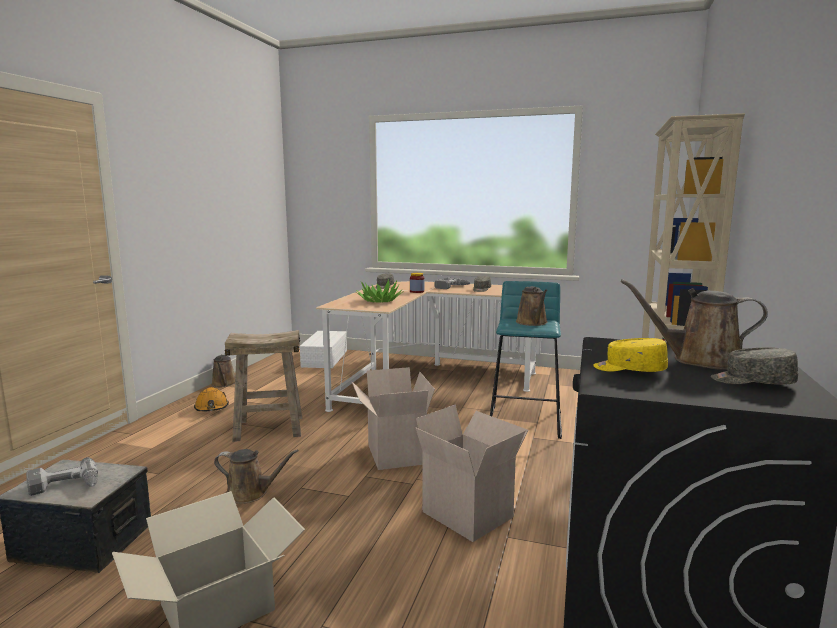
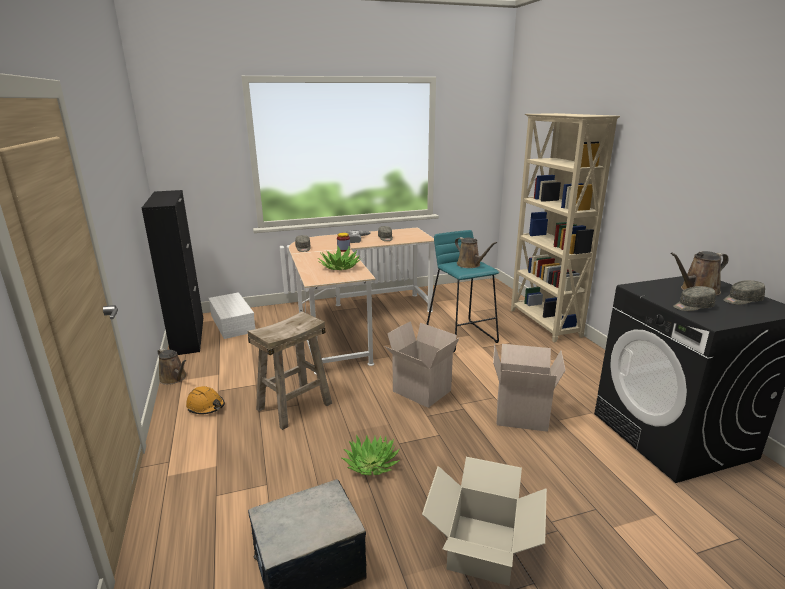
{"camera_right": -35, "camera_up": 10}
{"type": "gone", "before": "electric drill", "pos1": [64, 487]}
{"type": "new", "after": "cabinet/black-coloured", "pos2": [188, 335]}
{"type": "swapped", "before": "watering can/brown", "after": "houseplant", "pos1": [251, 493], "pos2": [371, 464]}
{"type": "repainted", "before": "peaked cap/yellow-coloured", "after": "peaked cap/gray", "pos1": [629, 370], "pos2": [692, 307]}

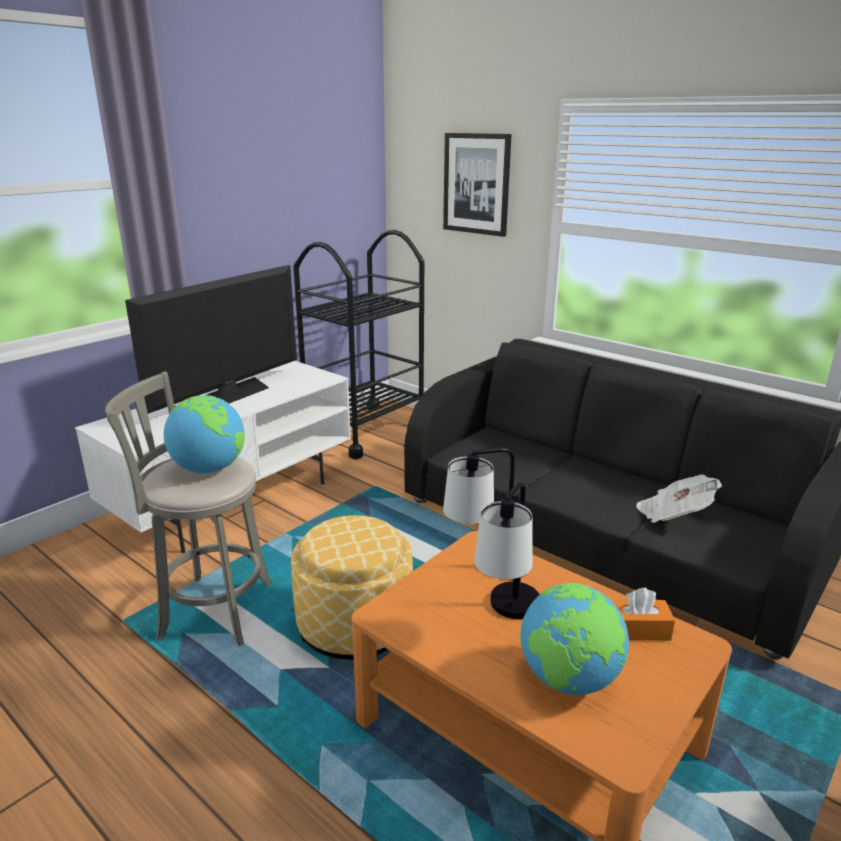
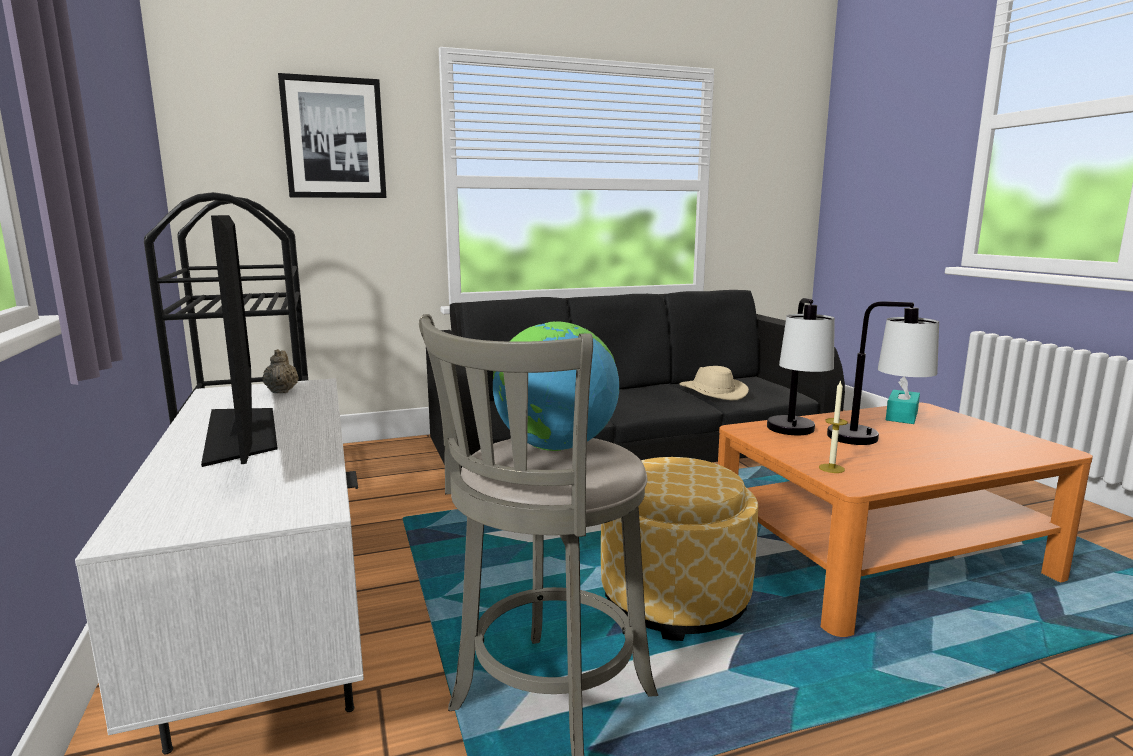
{"camera_right": -60, "camera_up": -10}
{"type": "gone", "before": "globe", "pos1": [569, 680]}
{"type": "new", "after": "tea pot/sand-coloured", "pos2": [282, 391]}
{"type": "new", "after": "wax light", "pos2": [831, 468]}
{"type": "swapped", "before": "printed paper", "after": "hat/sand-coloured", "pos1": [673, 515], "pos2": [711, 392]}
{"type": "repainted", "before": "tissue box/orange-coloured", "after": "tissue box/turquoise", "pos1": [637, 630], "pos2": [901, 416]}

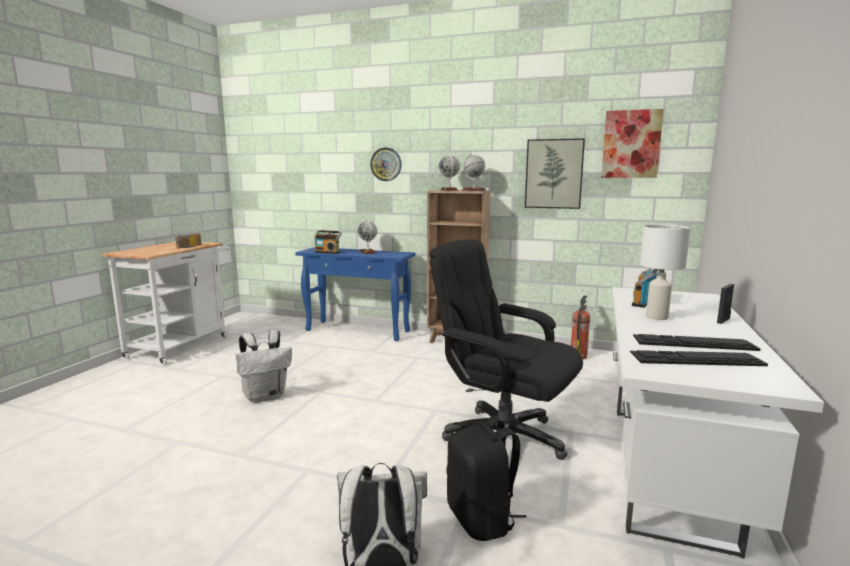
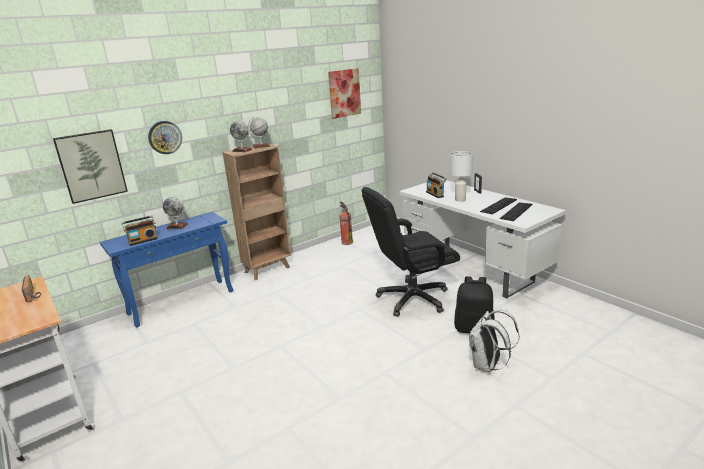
{"camera_right": -55, "camera_up": 10}
{"type": "gone", "before": "knapsack/whitish", "pos1": [266, 396]}
{"type": "shifted", "before": "wall art", "pos1": [554, 174], "pos2": [91, 165]}

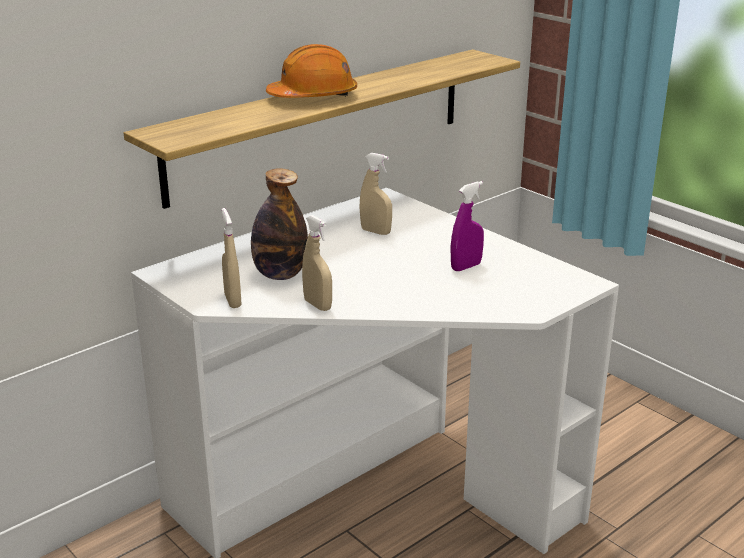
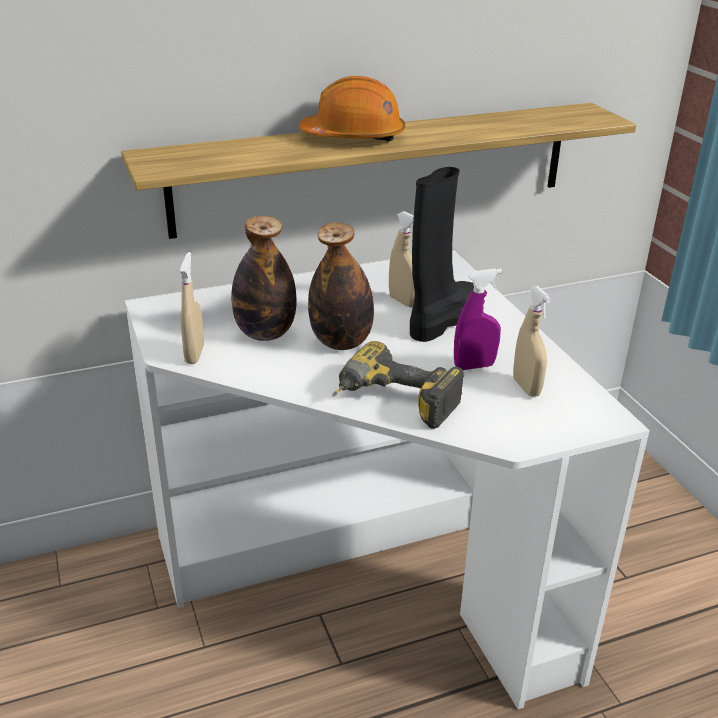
{"camera_right": 20, "camera_up": 5}
{"type": "new", "after": "beverage bottle", "pos2": [341, 342]}
{"type": "new", "after": "electric drill", "pos2": [392, 404]}
{"type": "new", "after": "high-top boot/black-coloured", "pos2": [444, 321]}
{"type": "shifted", "before": "spray bottle/sand-coloured", "pos1": [317, 305], "pos2": [526, 387]}

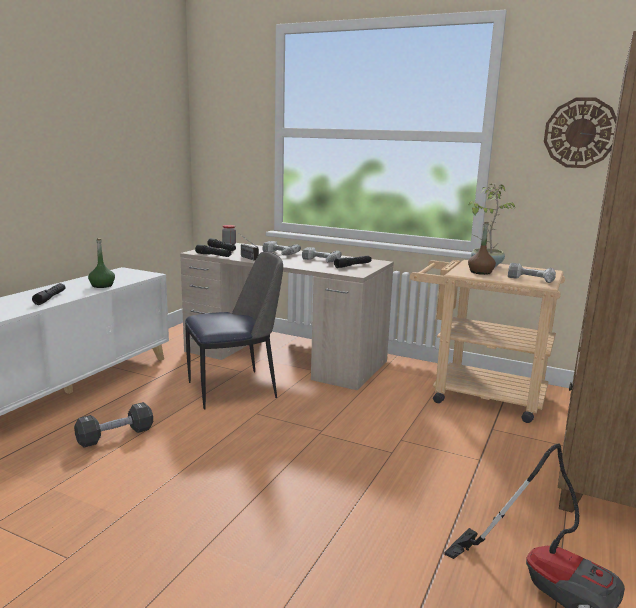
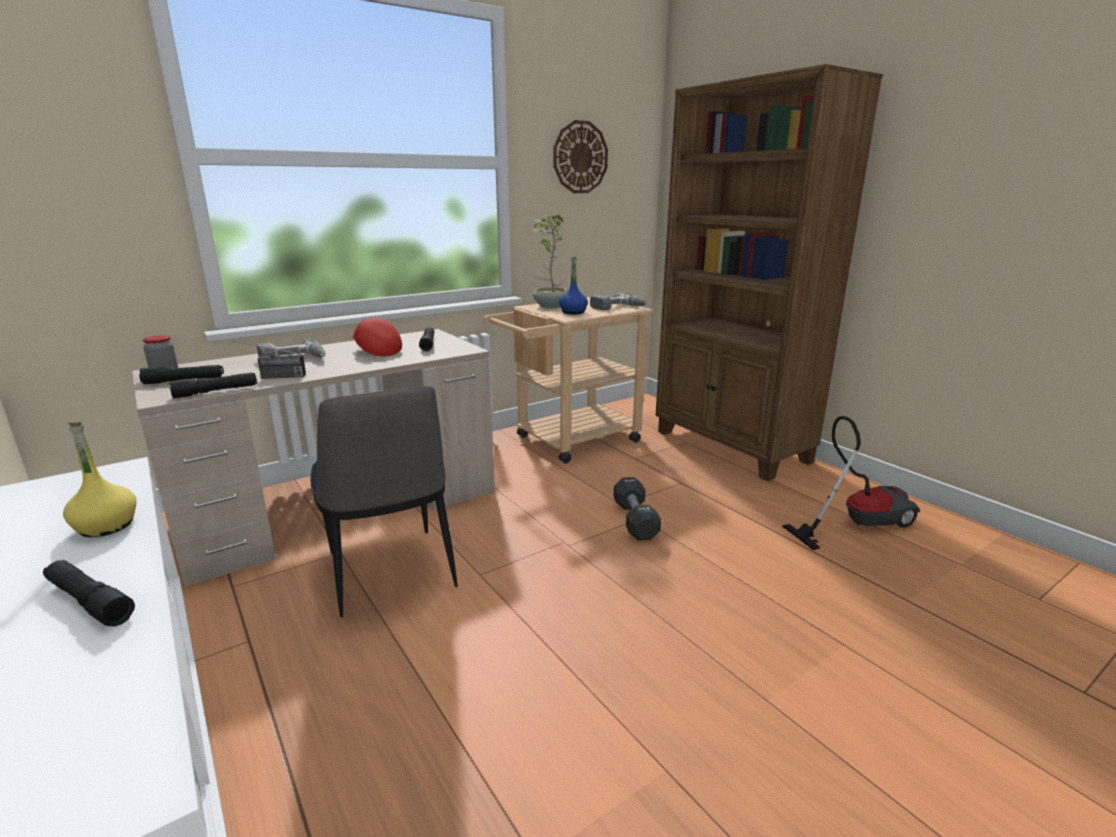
{"camera_right": -60, "camera_up": 5}
{"type": "shifted", "before": "free weight/black-coloured", "pos1": [115, 436], "pos2": [635, 520]}
{"type": "swapped", "before": "electric drill", "after": "peaked cap/red", "pos1": [319, 261], "pos2": [376, 351]}
{"type": "repainted", "before": "beverage bottle/green", "after": "beverage bottle/yellow-coloured", "pos1": [102, 285], "pos2": [106, 526]}
{"type": "repainted", "before": "beverage bottle/brown", "after": "beverage bottle/bluish", "pos1": [480, 272], "pos2": [573, 312]}
{"type": "rotated", "before": "upright chair", "pos1": [235, 389], "pos2": [390, 573], "turn": 150}

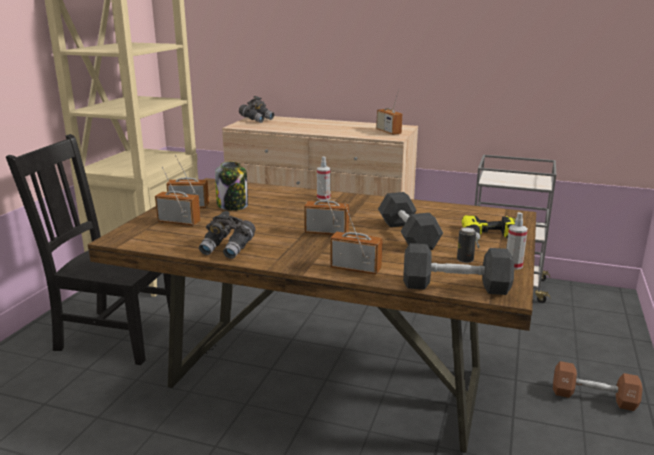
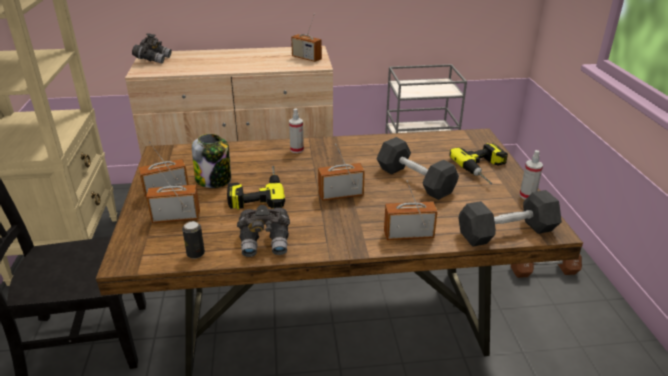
{"camera_right": -25, "camera_up": 10}
{"type": "new", "after": "electric drill", "pos2": [256, 191]}
{"type": "shifted", "before": "metal can", "pos1": [465, 260], "pos2": [195, 254]}

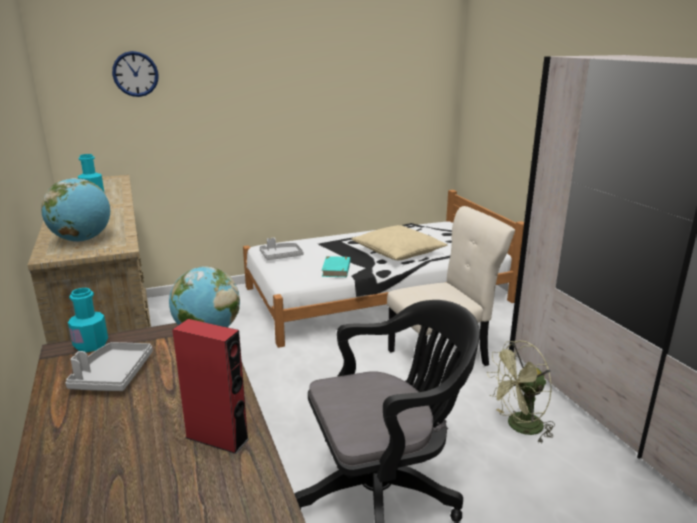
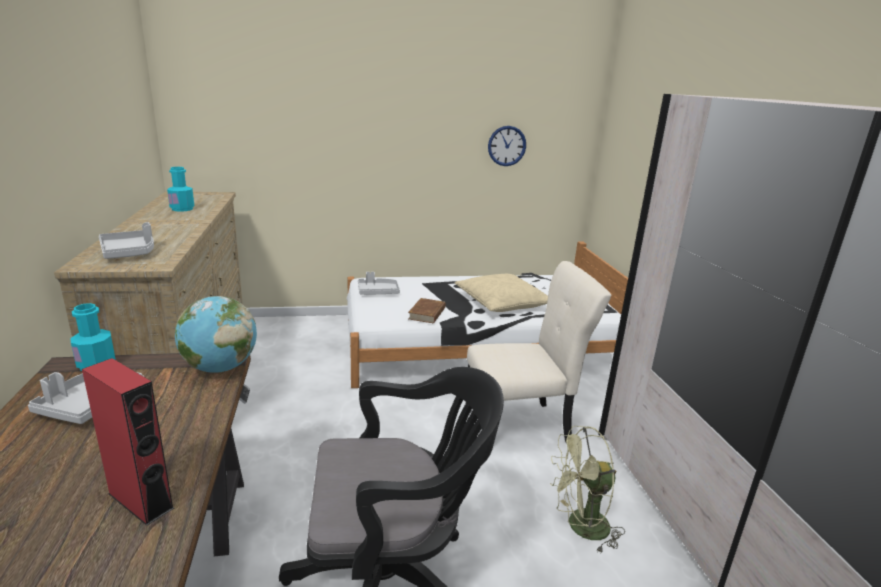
{"camera_right": 10, "camera_up": 0}
{"type": "shifted", "before": "wall clock", "pos1": [135, 74], "pos2": [506, 146]}
{"type": "swapped", "before": "globe", "after": "tray/gray", "pos1": [82, 240], "pos2": [129, 252]}
{"type": "repainted", "before": "book/turquoise", "after": "book/brown", "pos1": [336, 269], "pos2": [427, 313]}

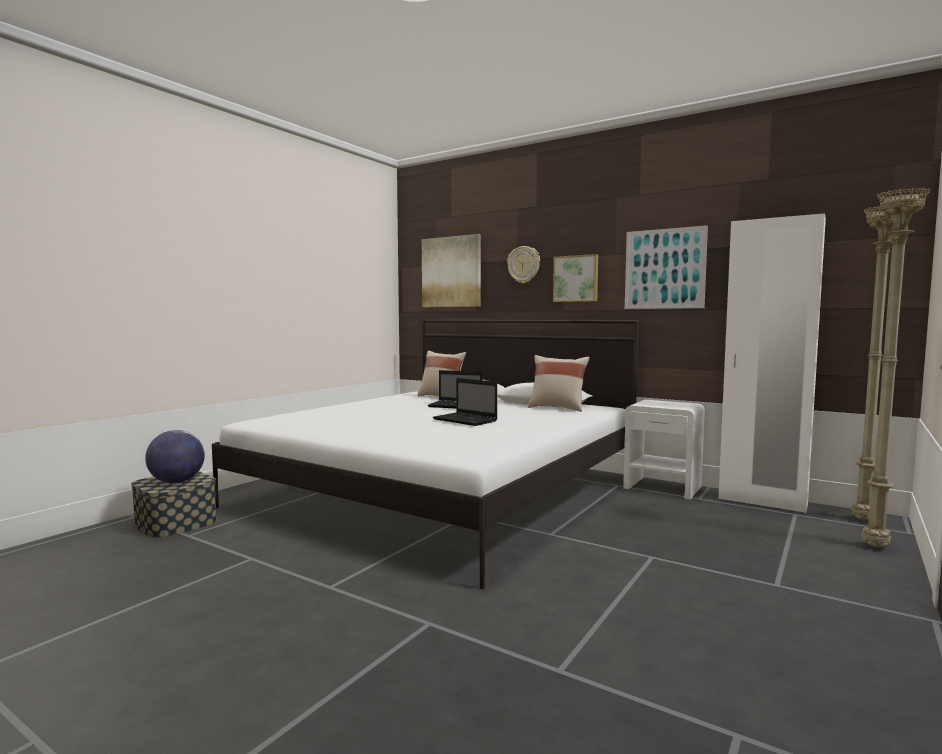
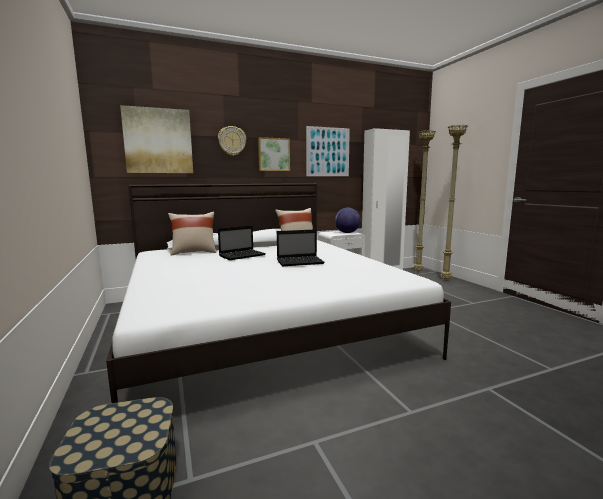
{"camera_right": -55, "camera_up": 5}
{"type": "shifted", "before": "globe", "pos1": [176, 482], "pos2": [347, 232]}

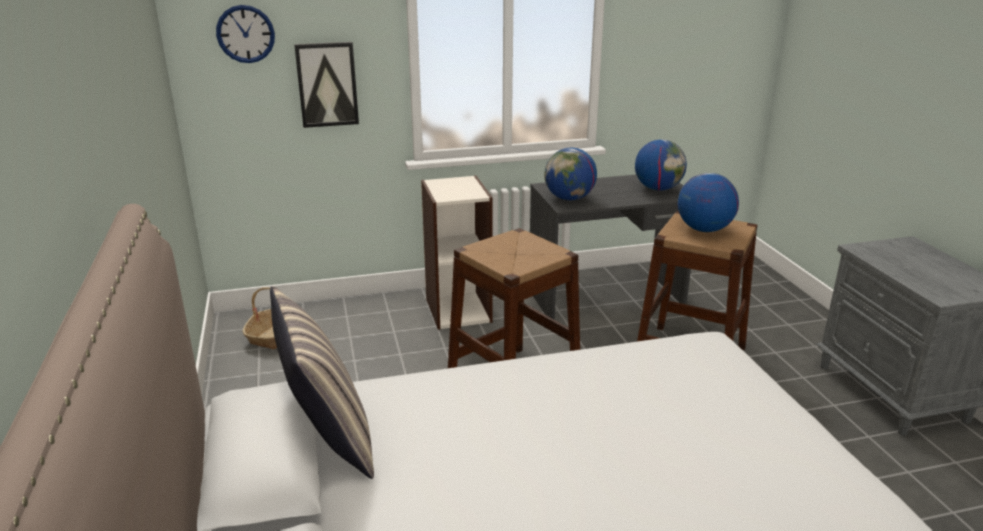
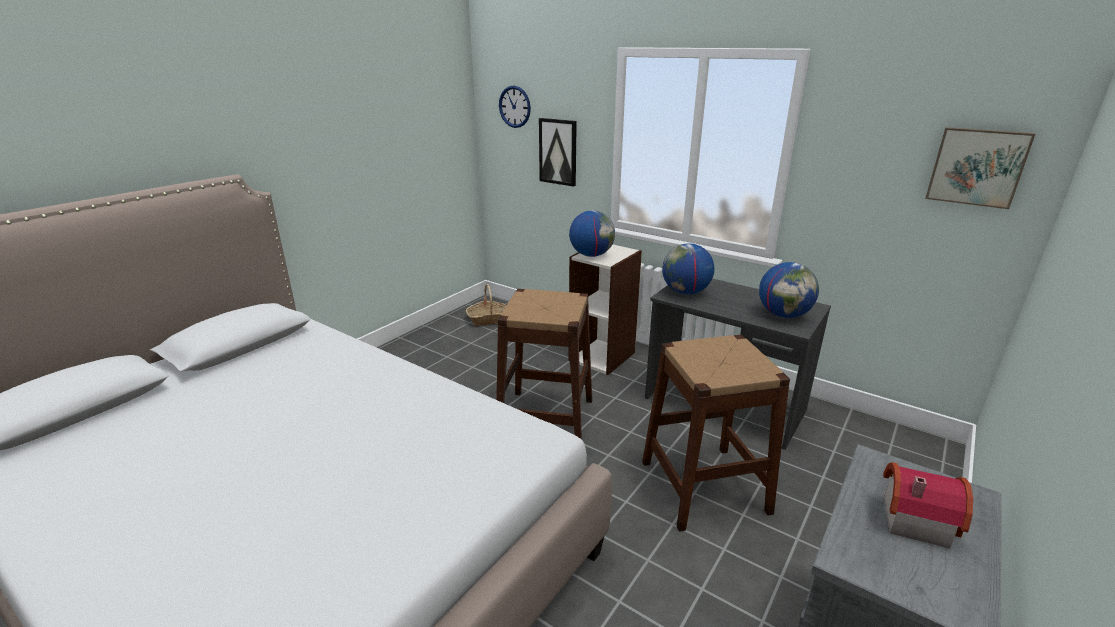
{"camera_right": 50, "camera_up": 0}
{"type": "gone", "before": "throw pillow", "pos1": [327, 438]}
{"type": "new", "after": "toy house", "pos2": [912, 518]}
{"type": "new", "after": "wall art", "pos2": [977, 167]}
{"type": "shifted", "before": "globe", "pos1": [704, 229], "pos2": [591, 255]}

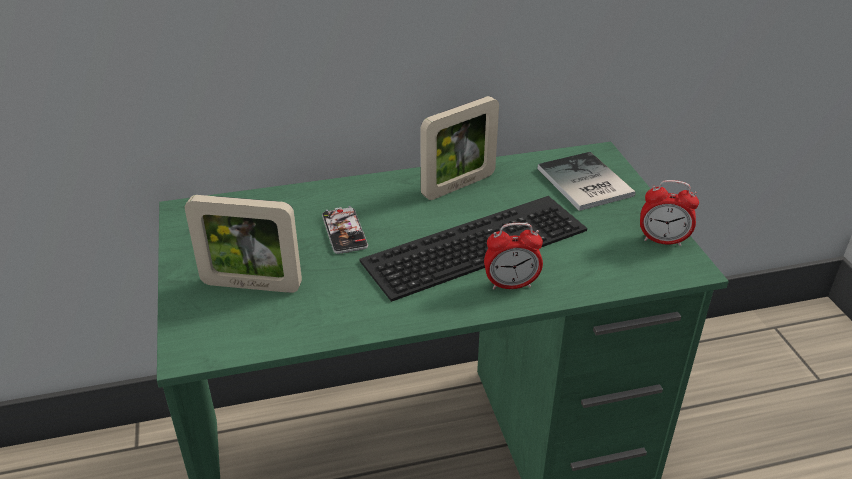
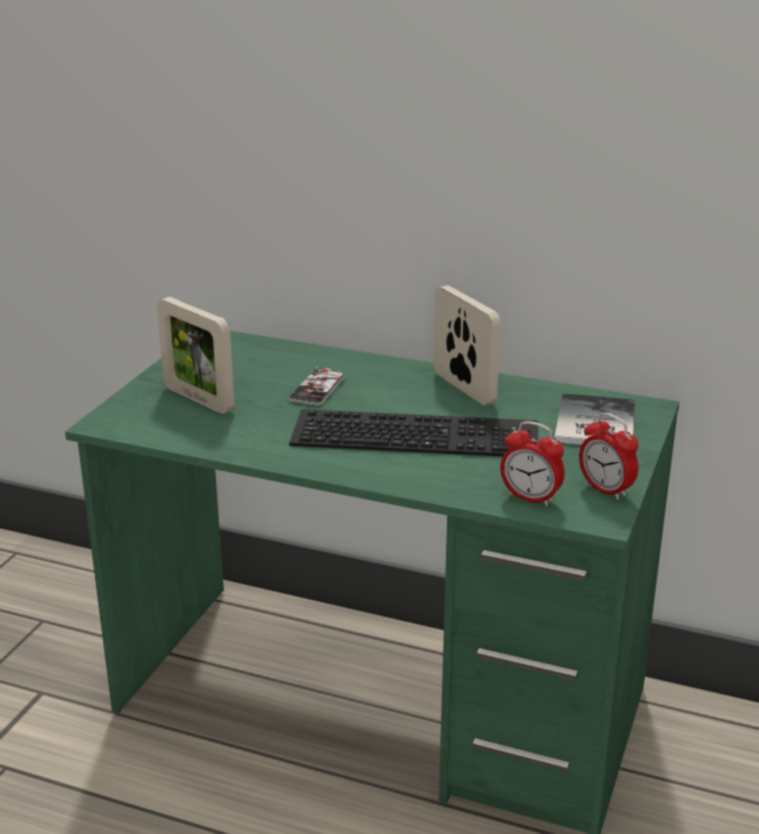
{"camera_right": 35, "camera_up": -10}
{"type": "shifted", "before": "table clock", "pos1": [511, 284], "pos2": [530, 498]}
{"type": "rotated", "before": "photo frame", "pos1": [458, 185], "pos2": [464, 388], "turn": -120}

